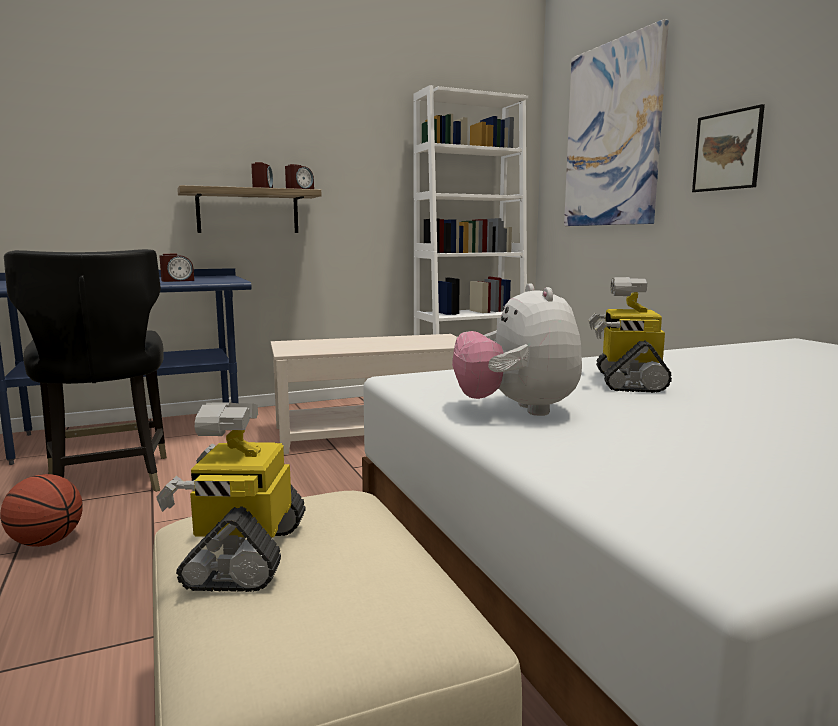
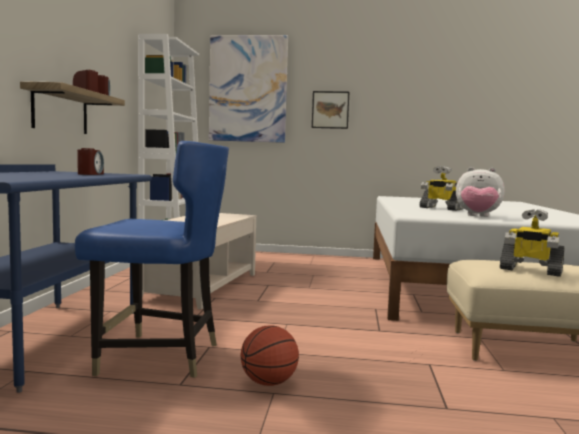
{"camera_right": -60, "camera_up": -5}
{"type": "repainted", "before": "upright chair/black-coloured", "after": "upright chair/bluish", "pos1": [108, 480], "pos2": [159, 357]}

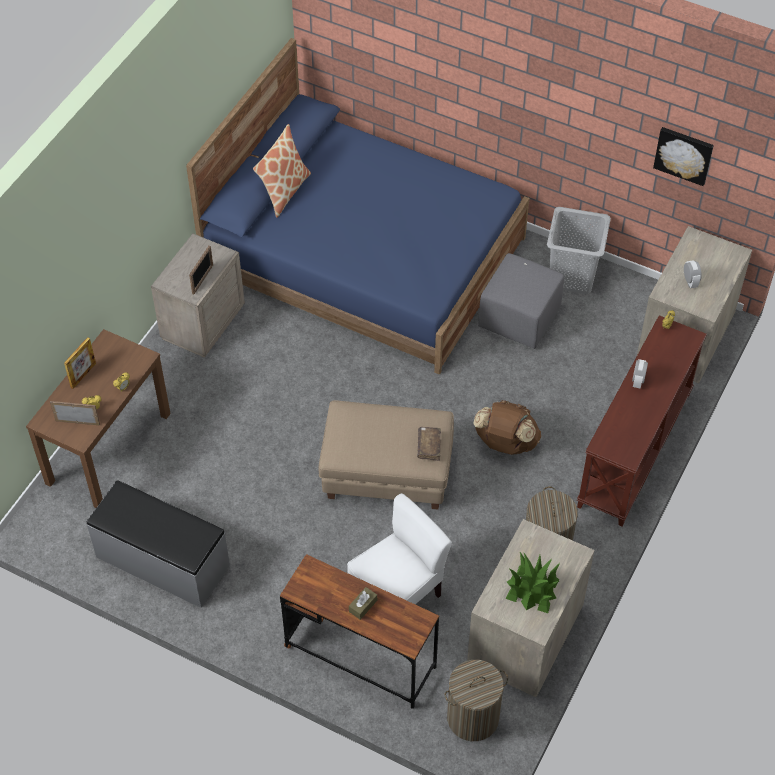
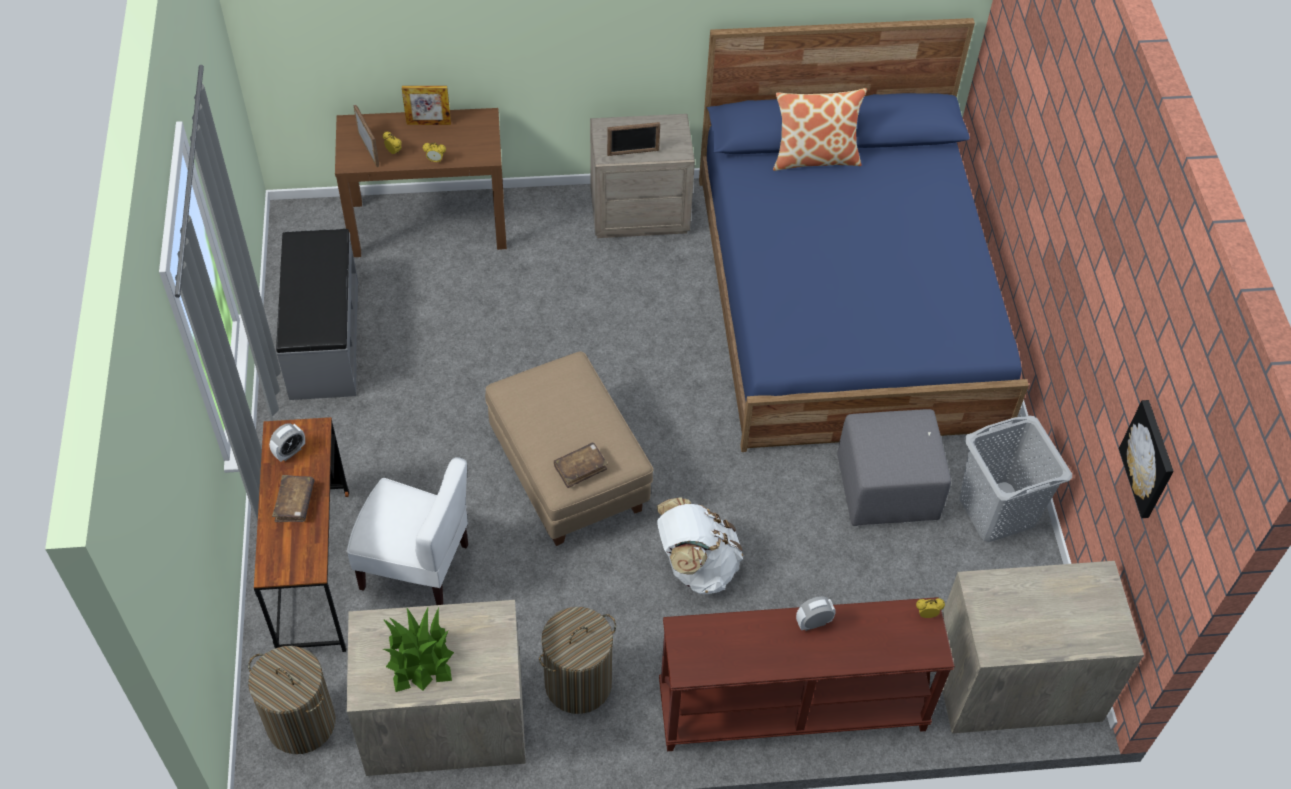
{"camera_right": 55, "camera_up": 0}
{"type": "shifted", "before": "table clock", "pos1": [690, 281], "pos2": [290, 452]}
{"type": "swapped", "before": "tissue box/brown", "after": "book/brown", "pos1": [363, 606], "pos2": [295, 503]}
{"type": "repainted", "before": "knapsack/brown", "after": "knapsack/whitish", "pos1": [505, 443], "pos2": [695, 566]}

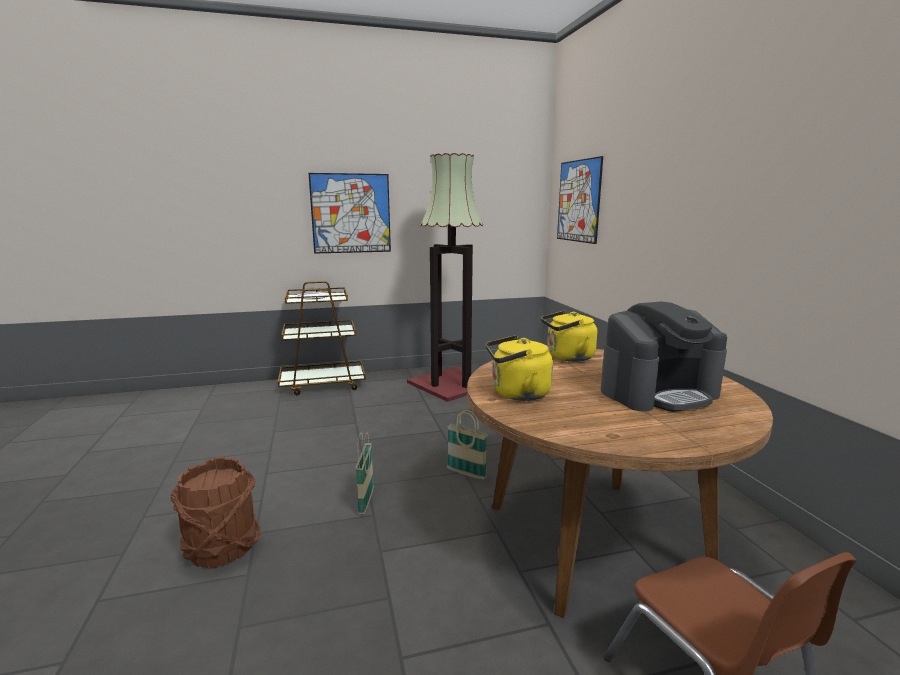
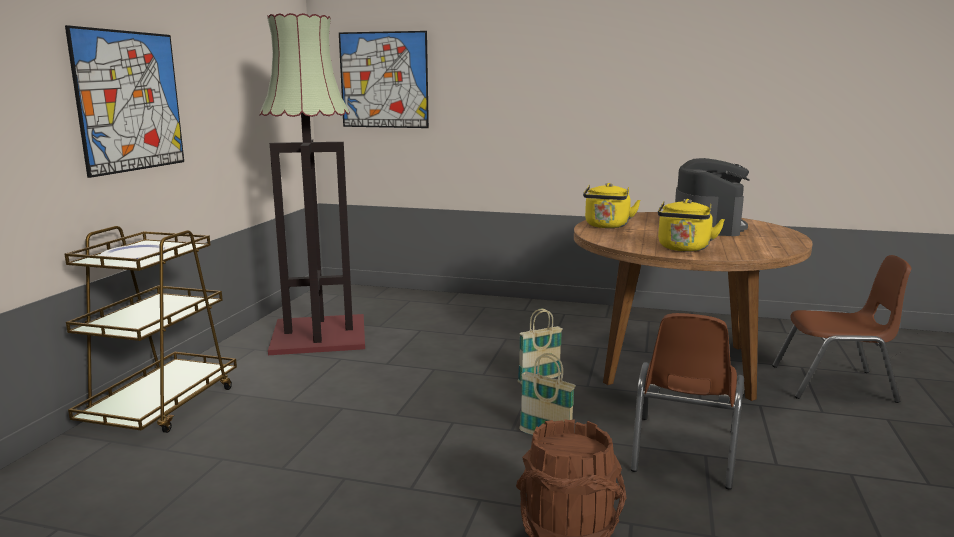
{"camera_right": -60, "camera_up": 0}
{"type": "new", "after": "upright chair/brown", "pos2": [683, 451]}

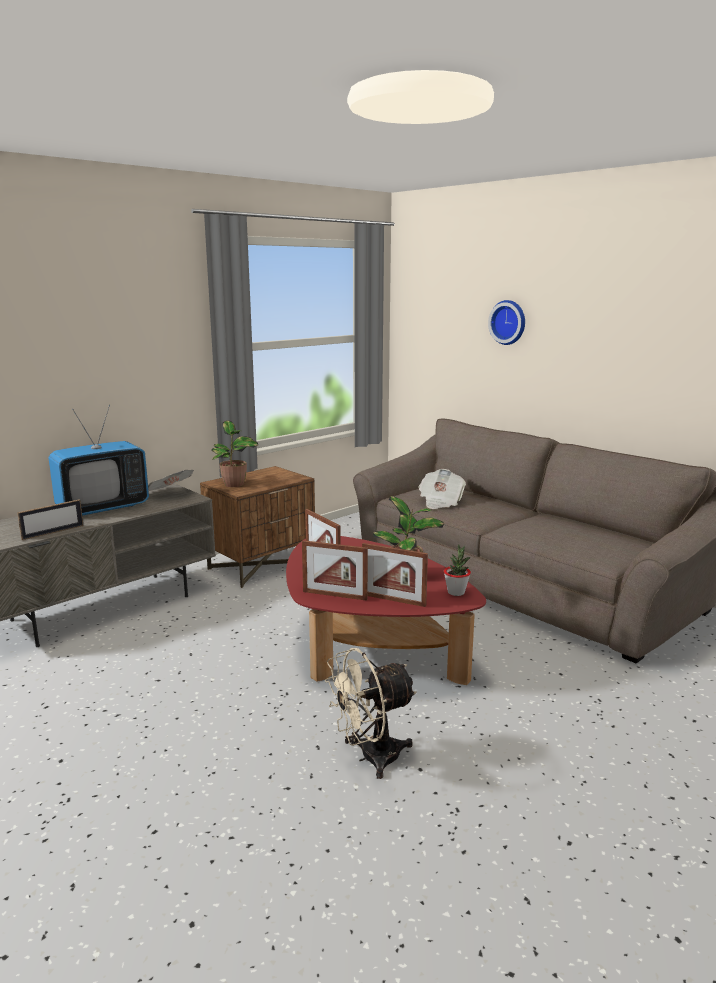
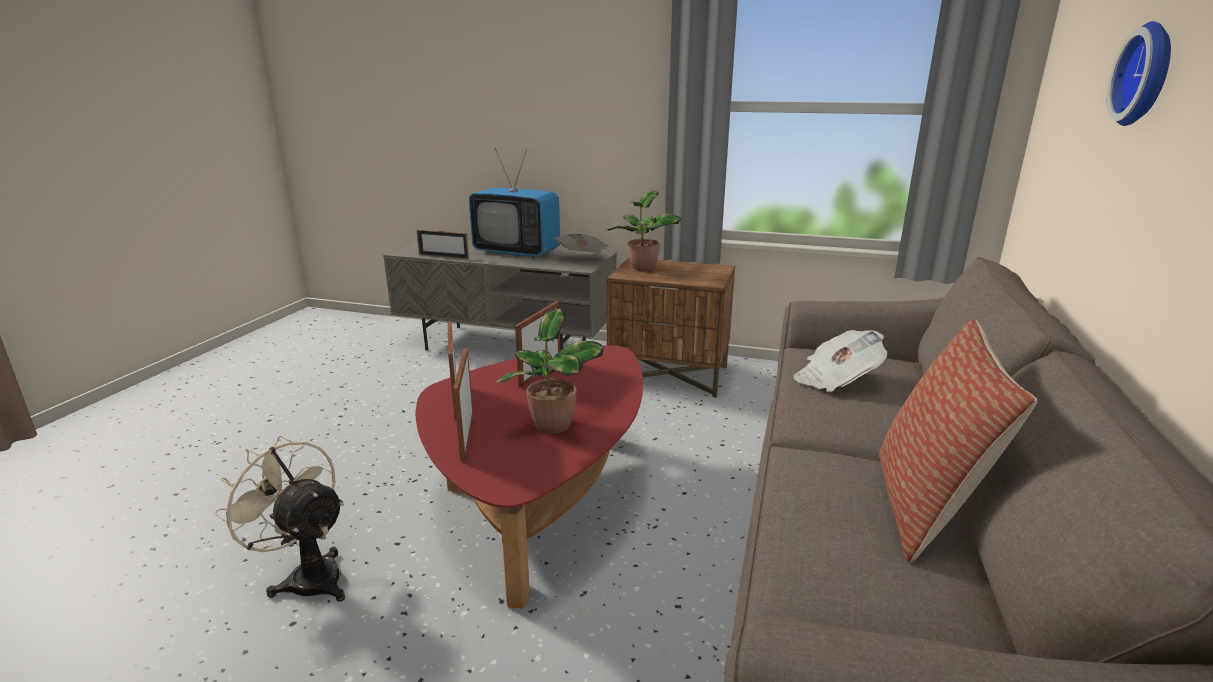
{"camera_right": 60, "camera_up": 5}
{"type": "gone", "before": "houseplant", "pos1": [456, 592]}
{"type": "new", "after": "throw pillow", "pos2": [926, 507]}

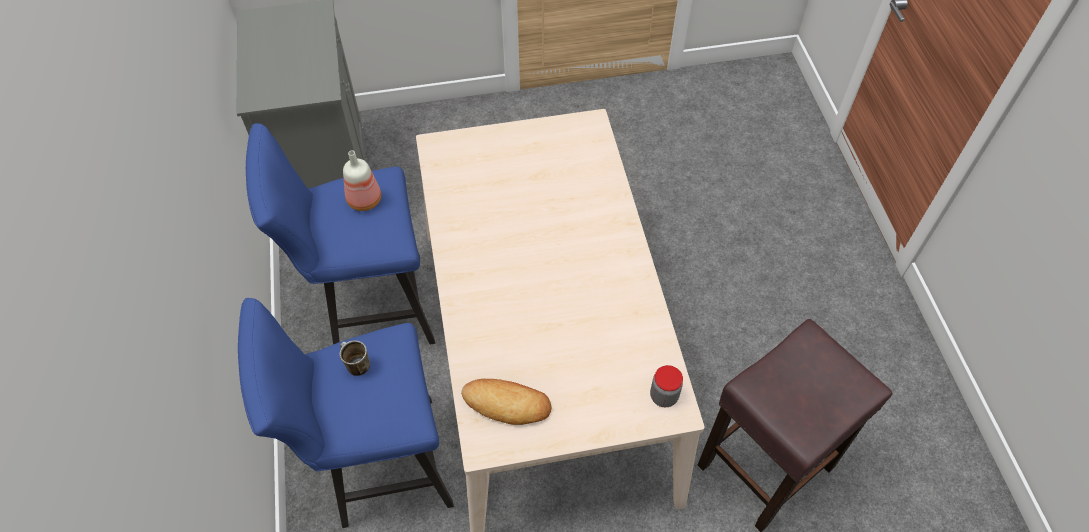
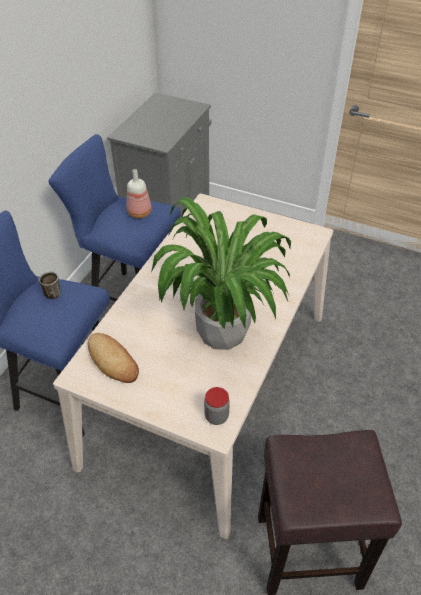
{"camera_right": 35, "camera_up": -10}
{"type": "new", "after": "houseplant", "pos2": [223, 333]}

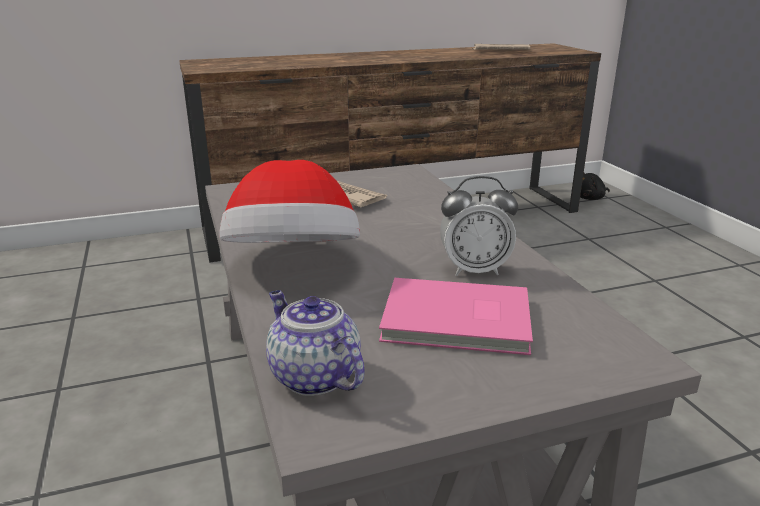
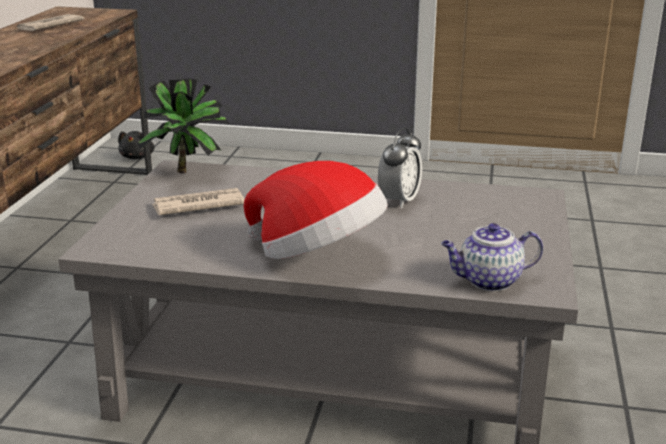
{"camera_right": -60, "camera_up": 0}
{"type": "gone", "before": "book/pink", "pos1": [458, 321]}
{"type": "new", "after": "houseplant", "pos2": [189, 171]}

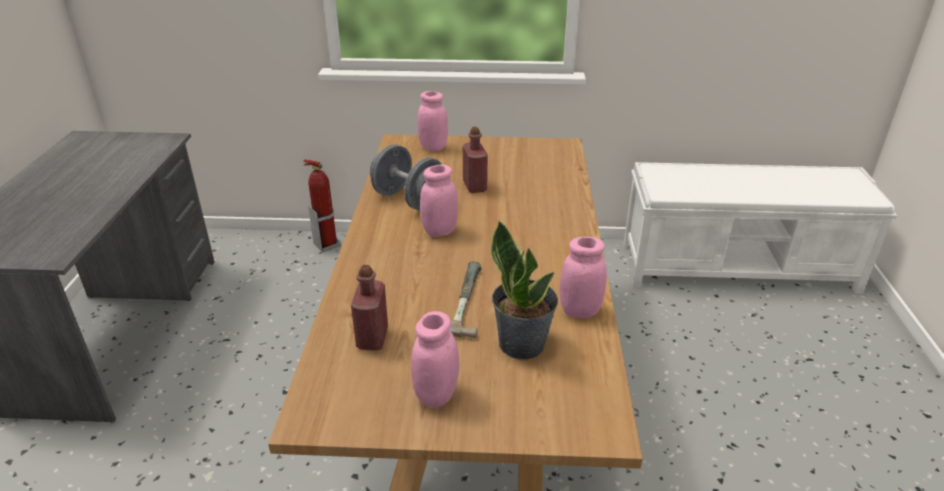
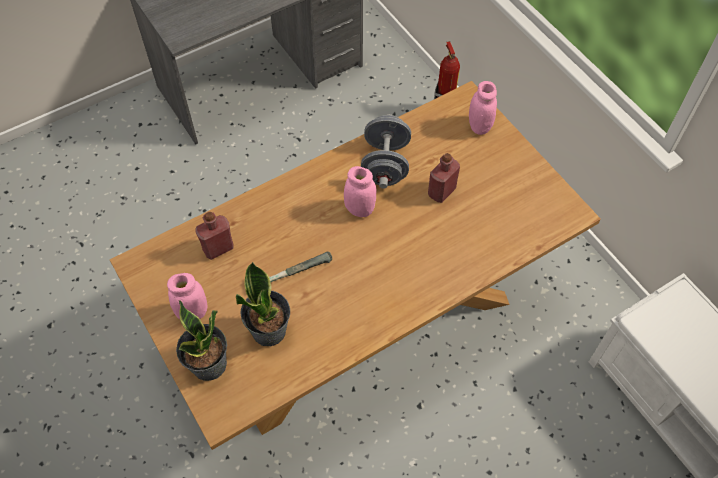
{"camera_right": 55, "camera_up": 25}
{"type": "gone", "before": "preserve jar/pink", "pos1": [580, 311]}
{"type": "new", "after": "houseplant", "pos2": [209, 365]}

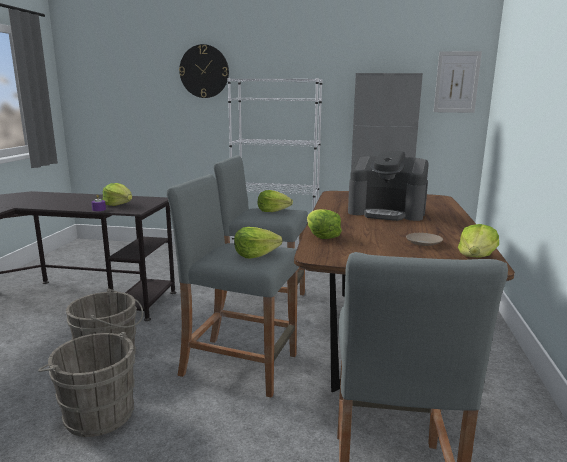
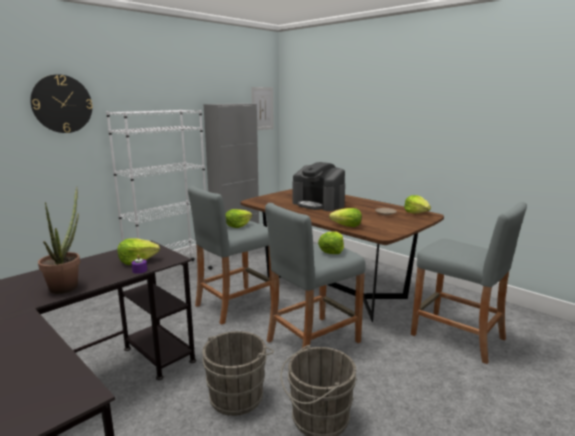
{"camera_right": -55, "camera_up": 0}
{"type": "new", "after": "houseplant", "pos2": [67, 285]}
{"type": "rotated", "before": "coffee machine", "pos1": [387, 212], "pos2": [318, 204], "turn": 75}

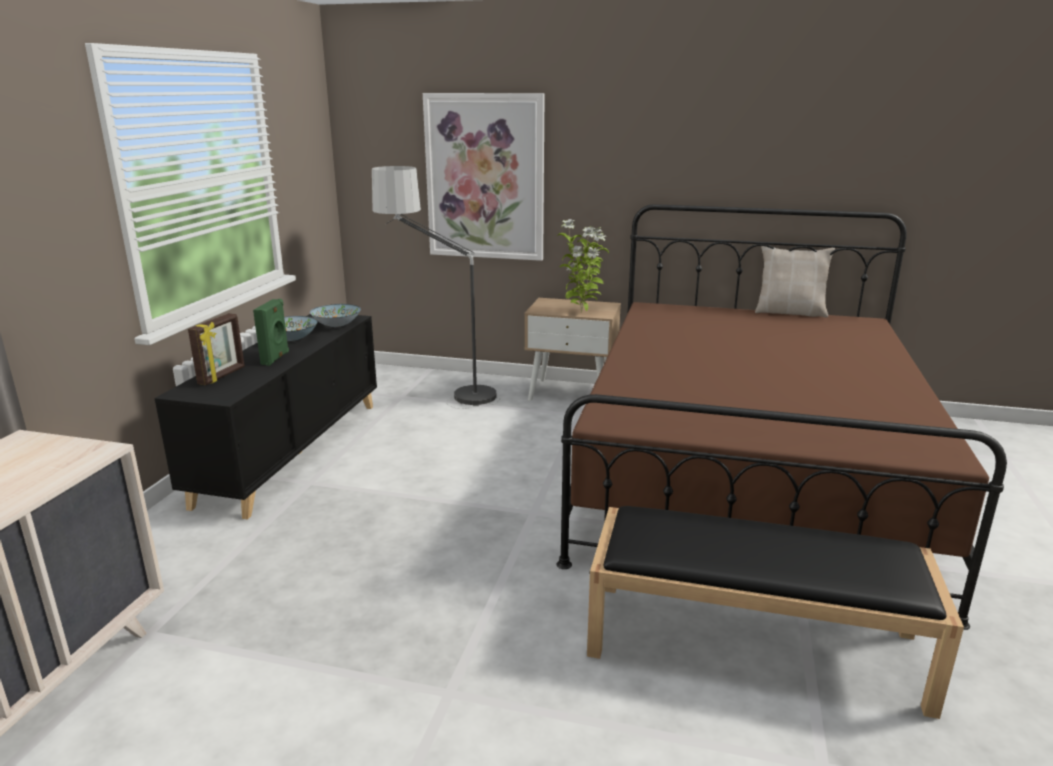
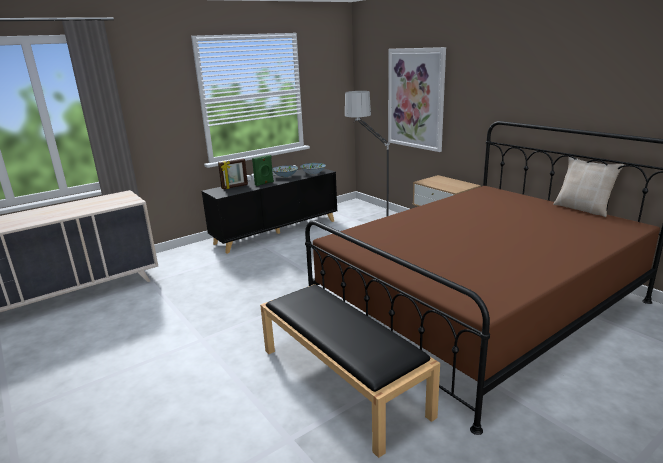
{"camera_right": 40, "camera_up": 0}
{"type": "gone", "before": "houseplant", "pos1": [582, 313]}

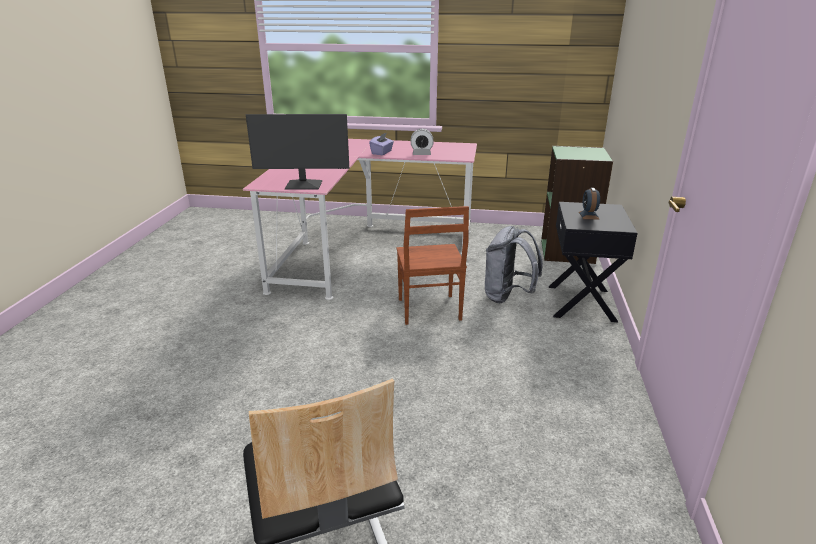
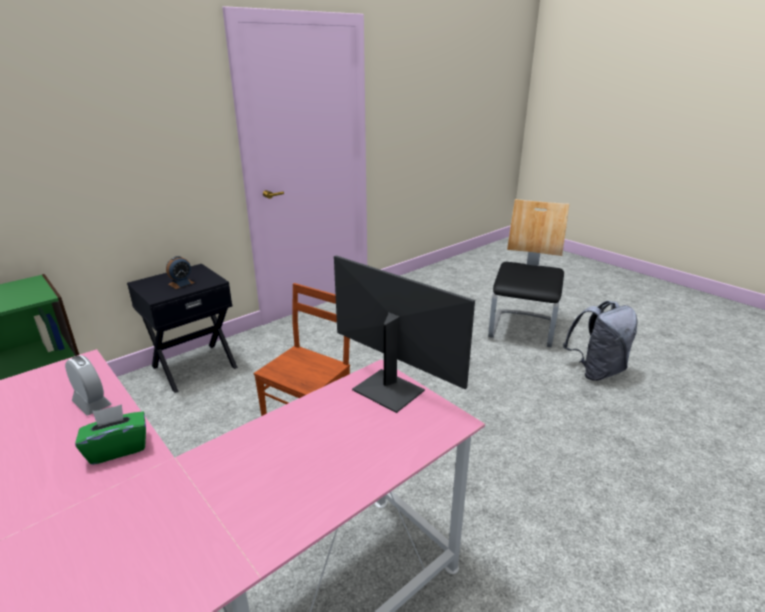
{"camera_right": -140, "camera_up": 0}
{"type": "shifted", "before": "knapsack/gray", "pos1": [507, 297], "pos2": [596, 371]}
{"type": "repainted", "before": "tissue box/purple", "after": "tissue box/green", "pos1": [382, 152], "pos2": [118, 448]}

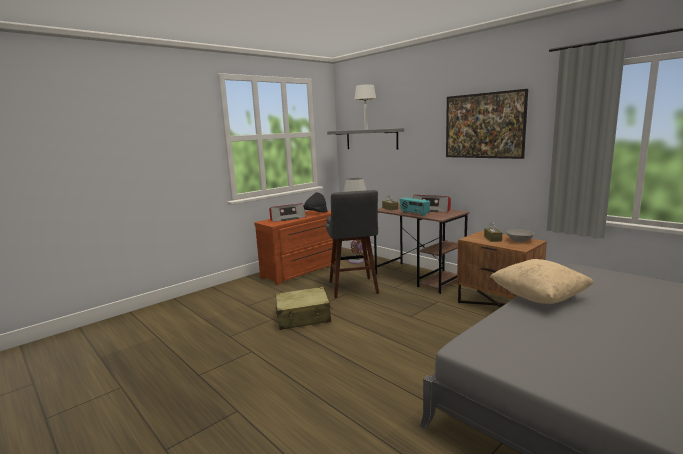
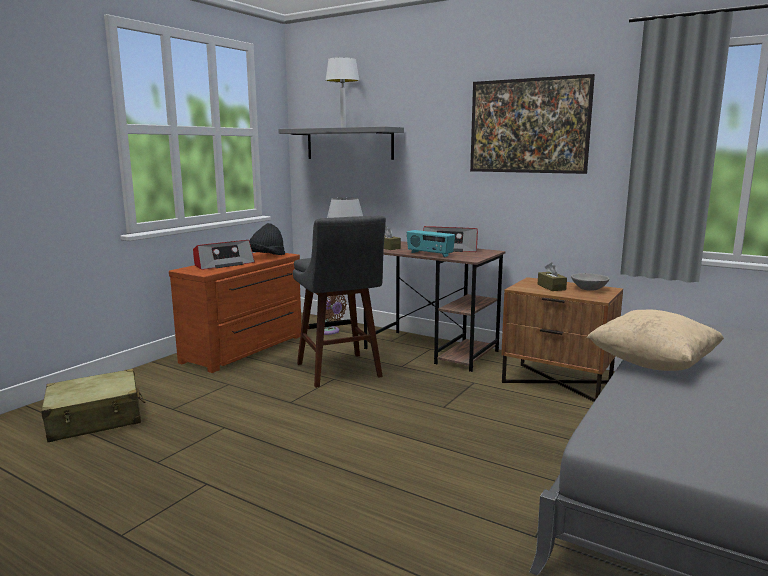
{"camera_right": -15, "camera_up": 0}
{"type": "shifted", "before": "travel case/sand-coloured", "pos1": [303, 317], "pos2": [96, 419]}

